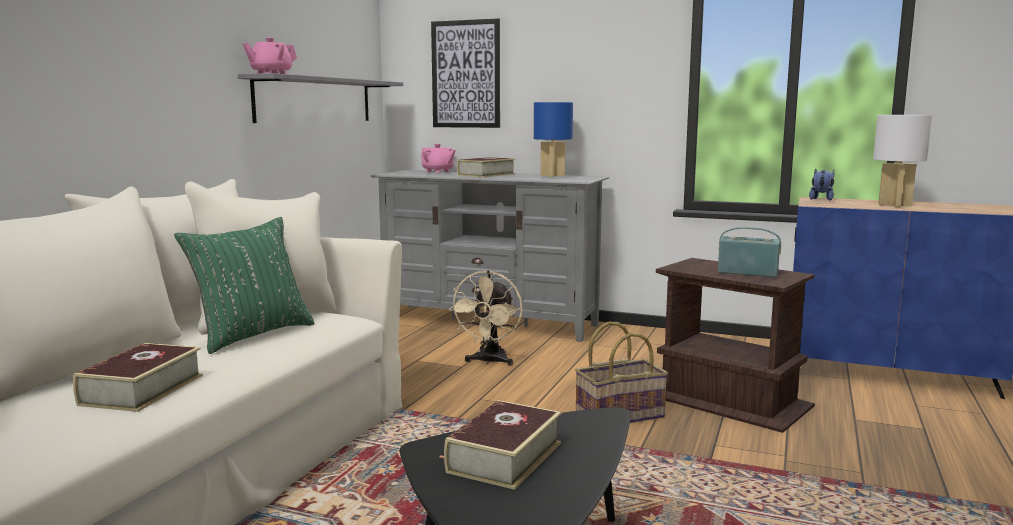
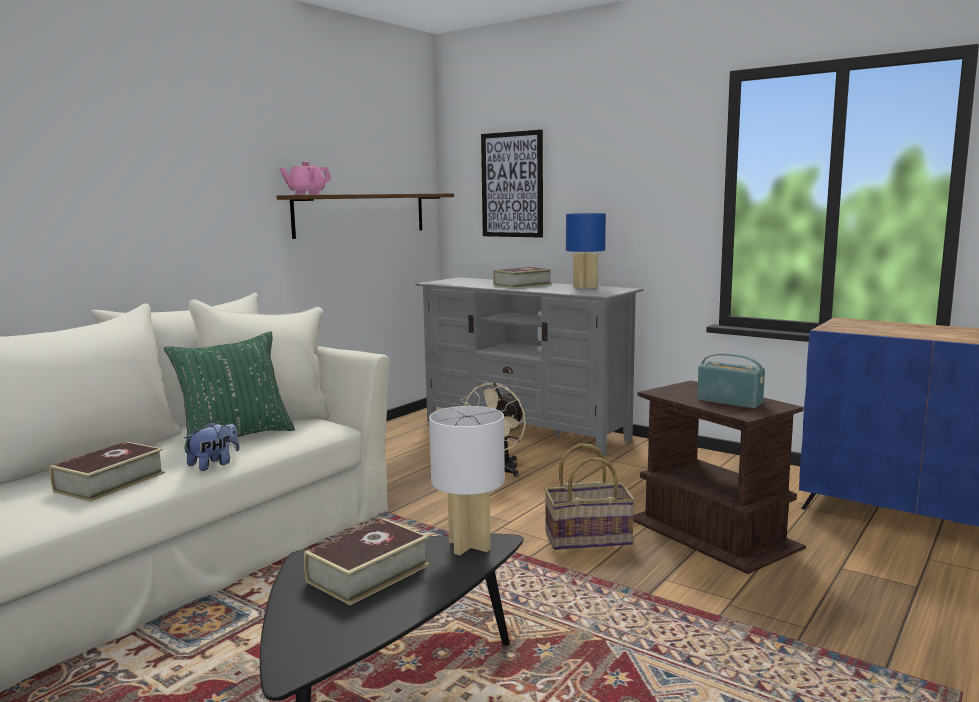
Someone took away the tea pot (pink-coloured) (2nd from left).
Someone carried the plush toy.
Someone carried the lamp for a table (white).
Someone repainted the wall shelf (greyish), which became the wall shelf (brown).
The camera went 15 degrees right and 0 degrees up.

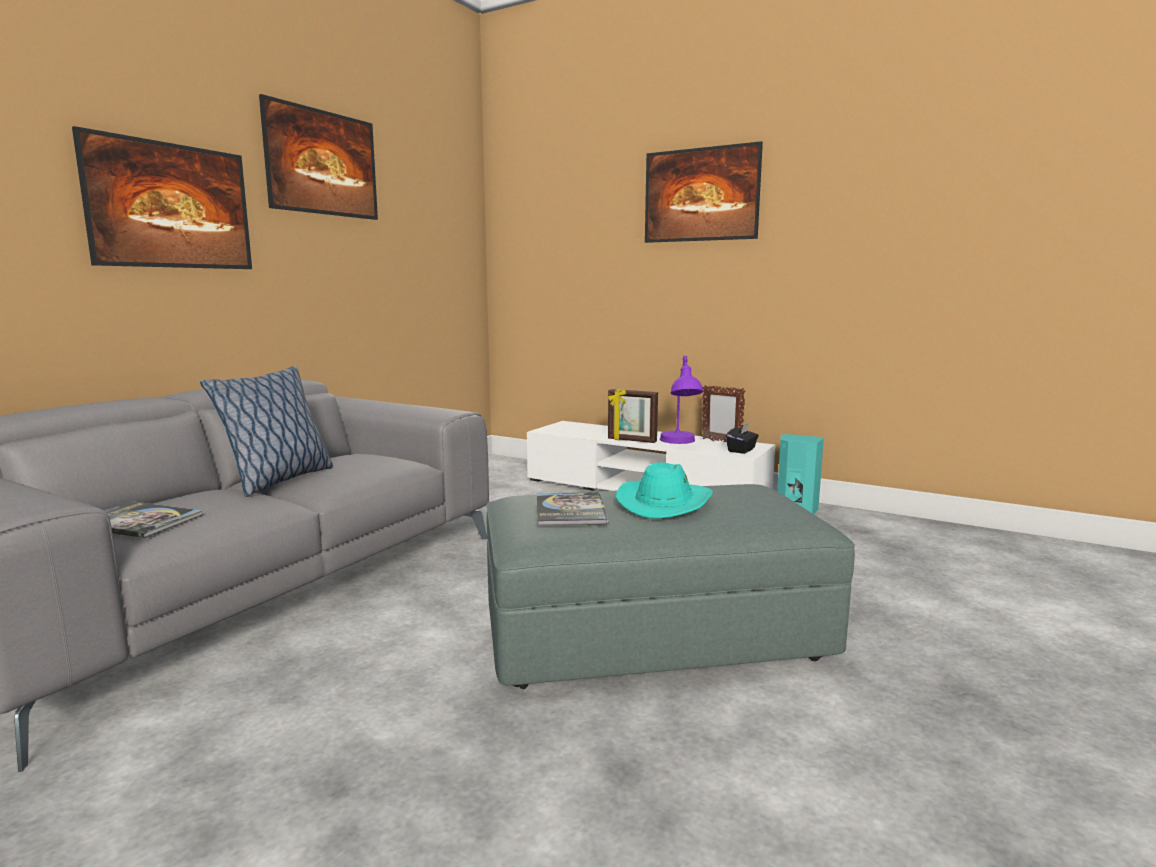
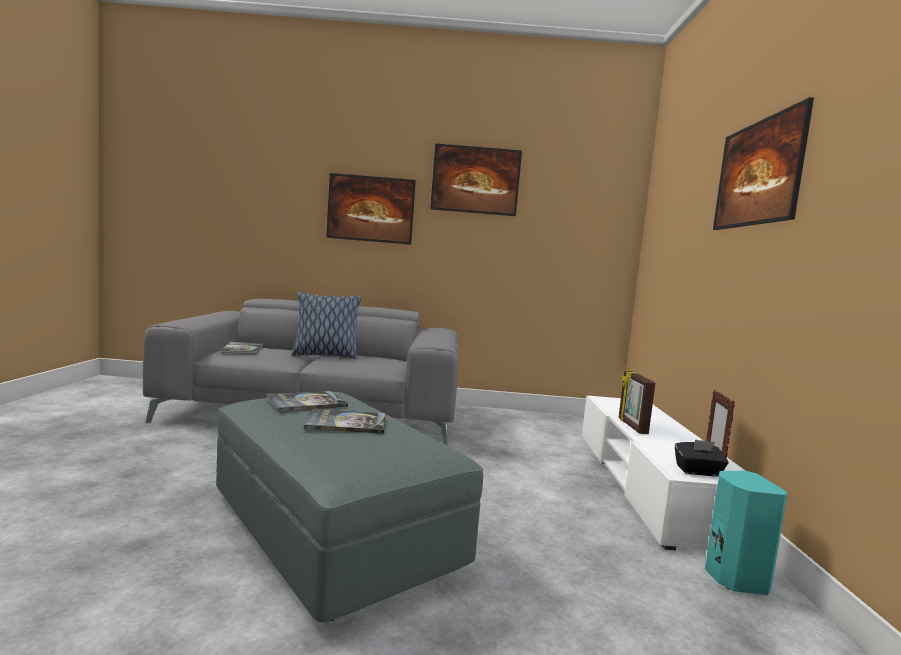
Someone took away the lamp for a table (purplish).
Someone swapped the wearable hat (turquoise-coloured) for the volume (3rd from left).
The camera went 60 degrees right and 5 degrees down.

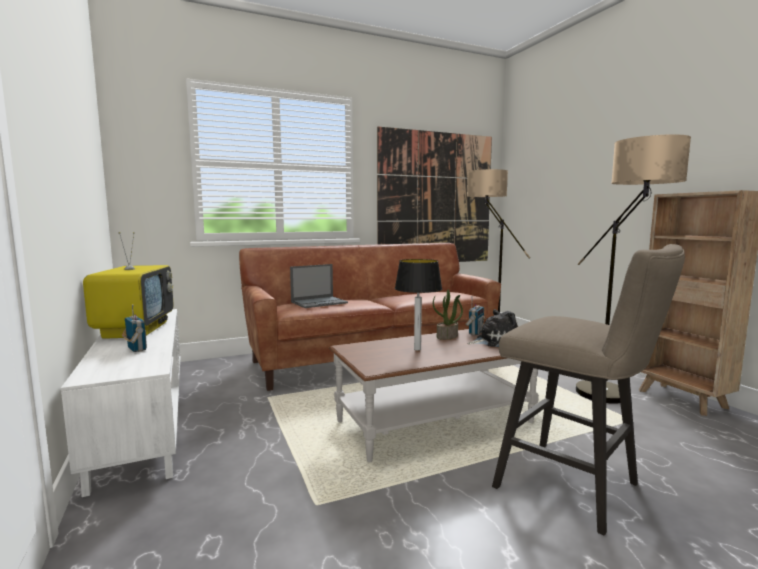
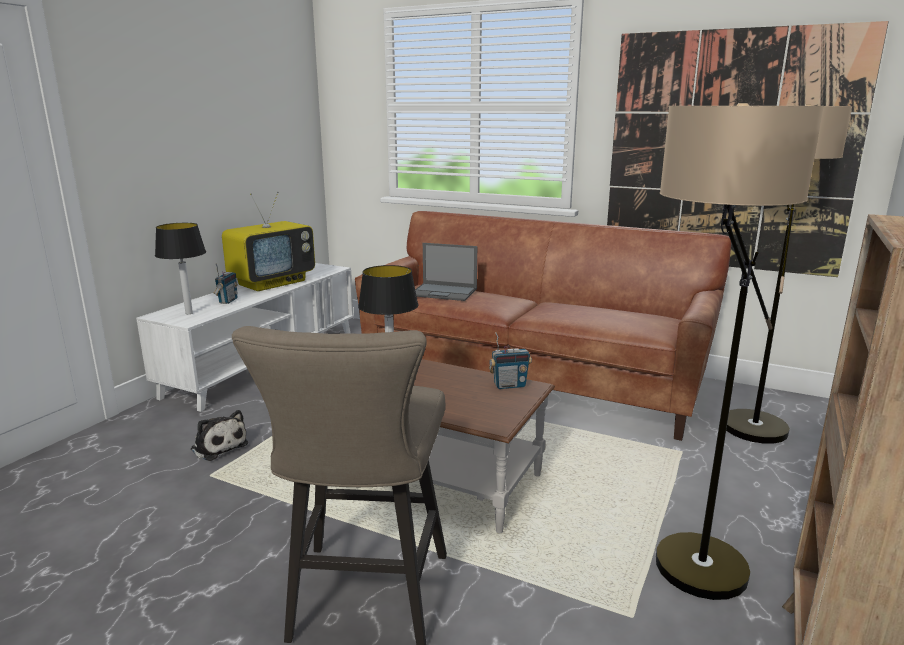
Someone took away the houseplant.
Someone put down the lamp for a table (1st from left).
Someone carried the plush toy.
The camera went 50 degrees right and 10 degrees up.

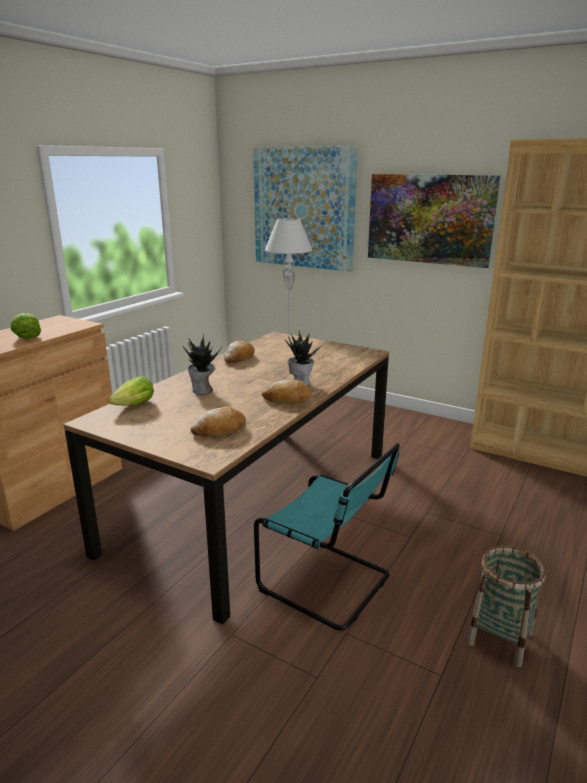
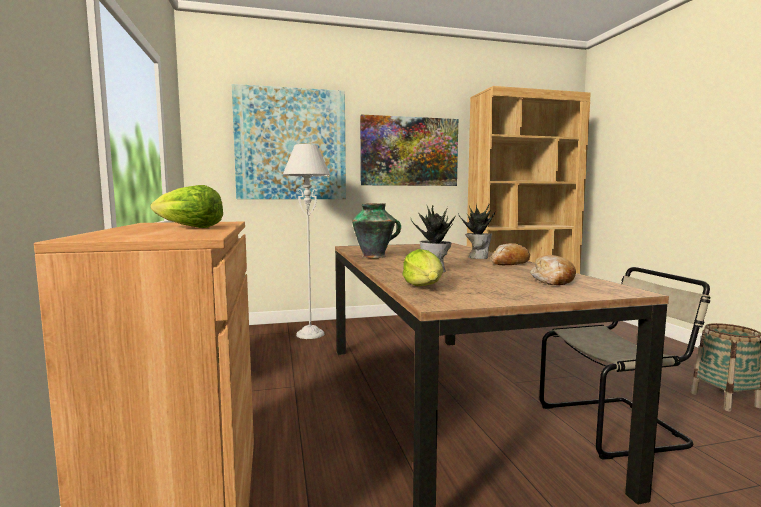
Someone swapped the bakery bread (2nd from left) for the vase.
Someone repainted the plain chair (turquoise-coloured), which became the plain chair (sand-coloured).
The camera went 45 degrees left and 15 degrees down.

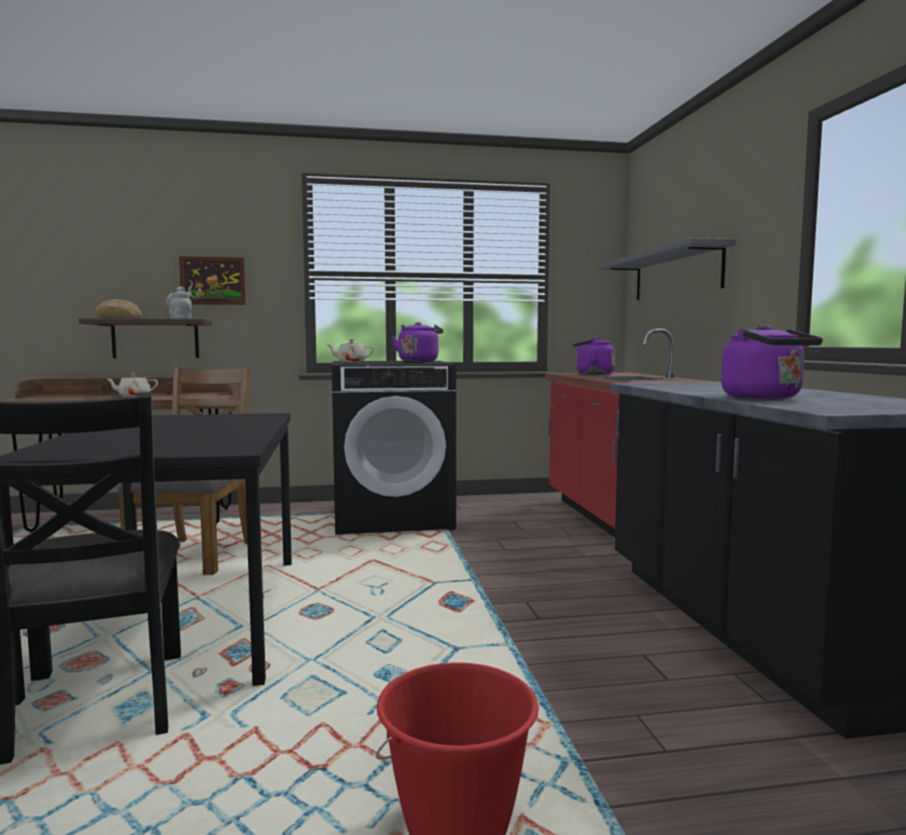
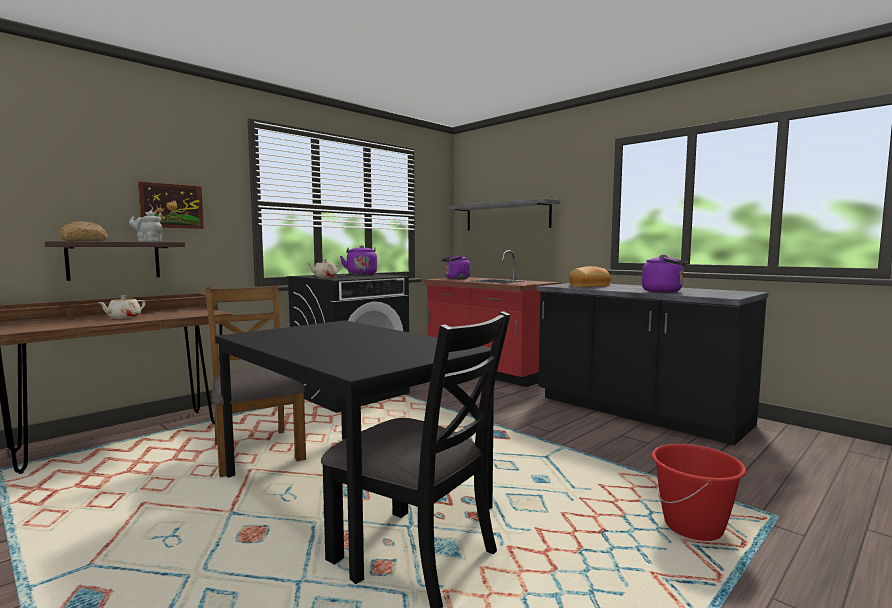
Someone put down the bakery bread (2nd from left).
The camera went 35 degrees left and 0 degrees up.

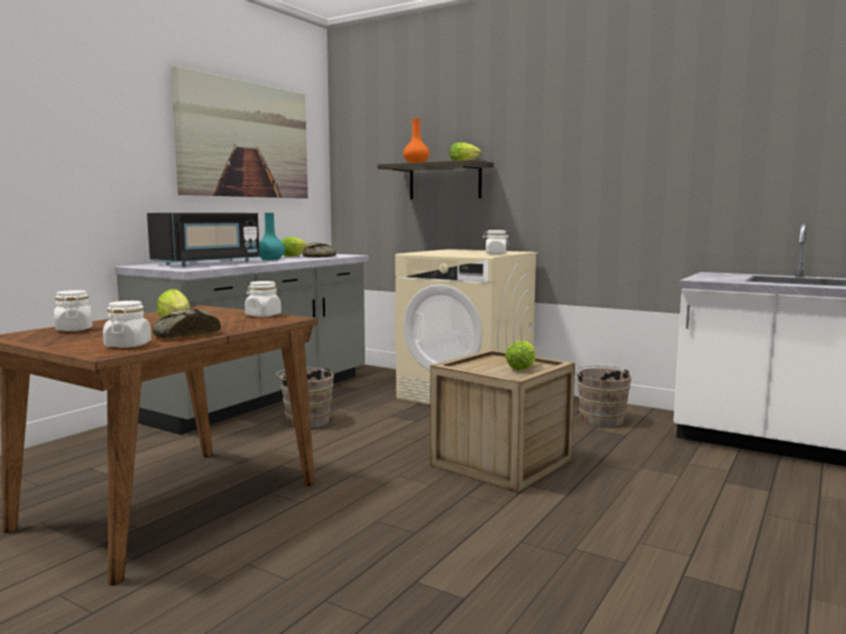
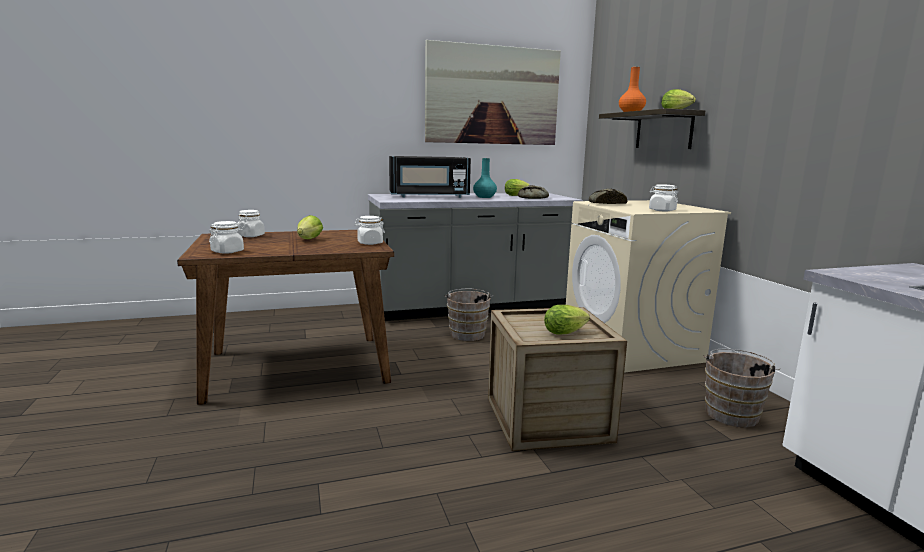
Someone carried the bakery bread (1st from left in the first image).
The camera went 40 degrees right and 5 degrees up.

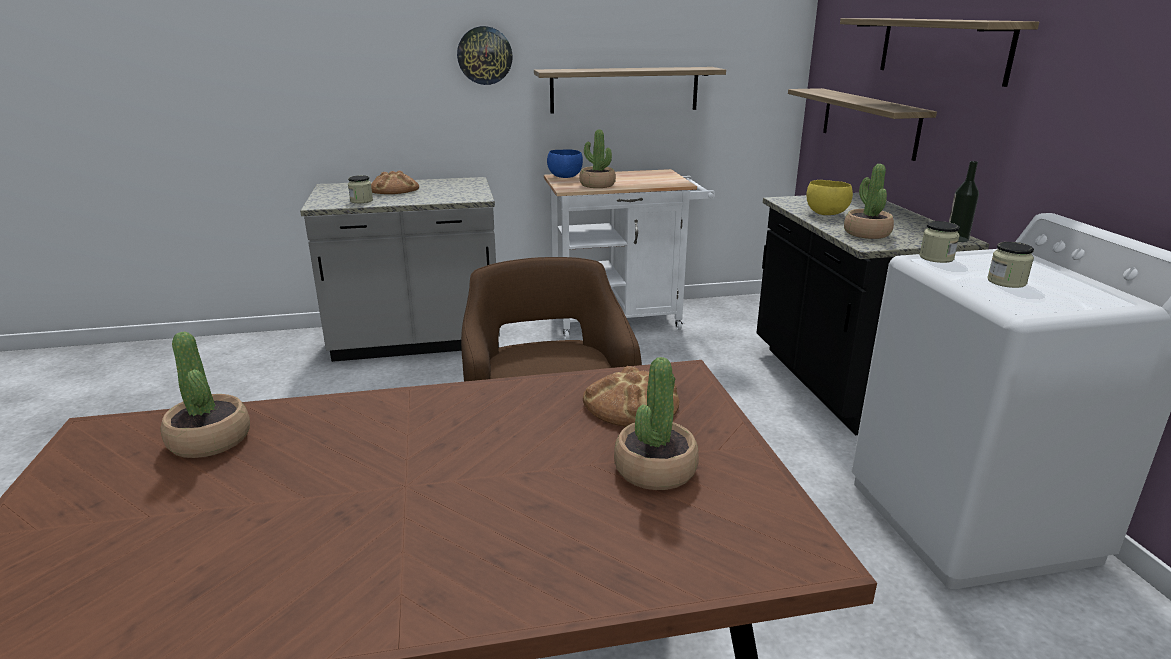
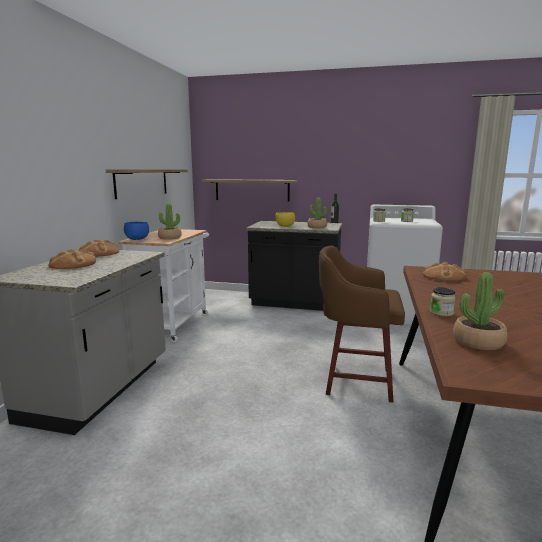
Someone took away the hanging clock.
Someone took away the houseplant (3rd from left).
Someone took away the wall shelf (3rd from left).
Someone put down the bakery bread (2nd from left).
Someone carried the storage jar (1st from left in the first image).
The camera went 65 degrees left and 10 degrees down.

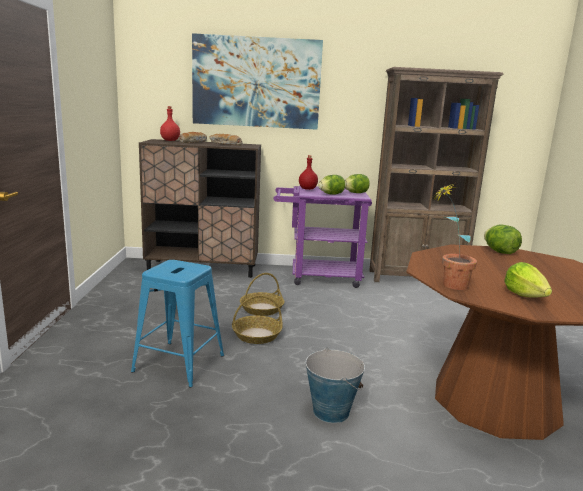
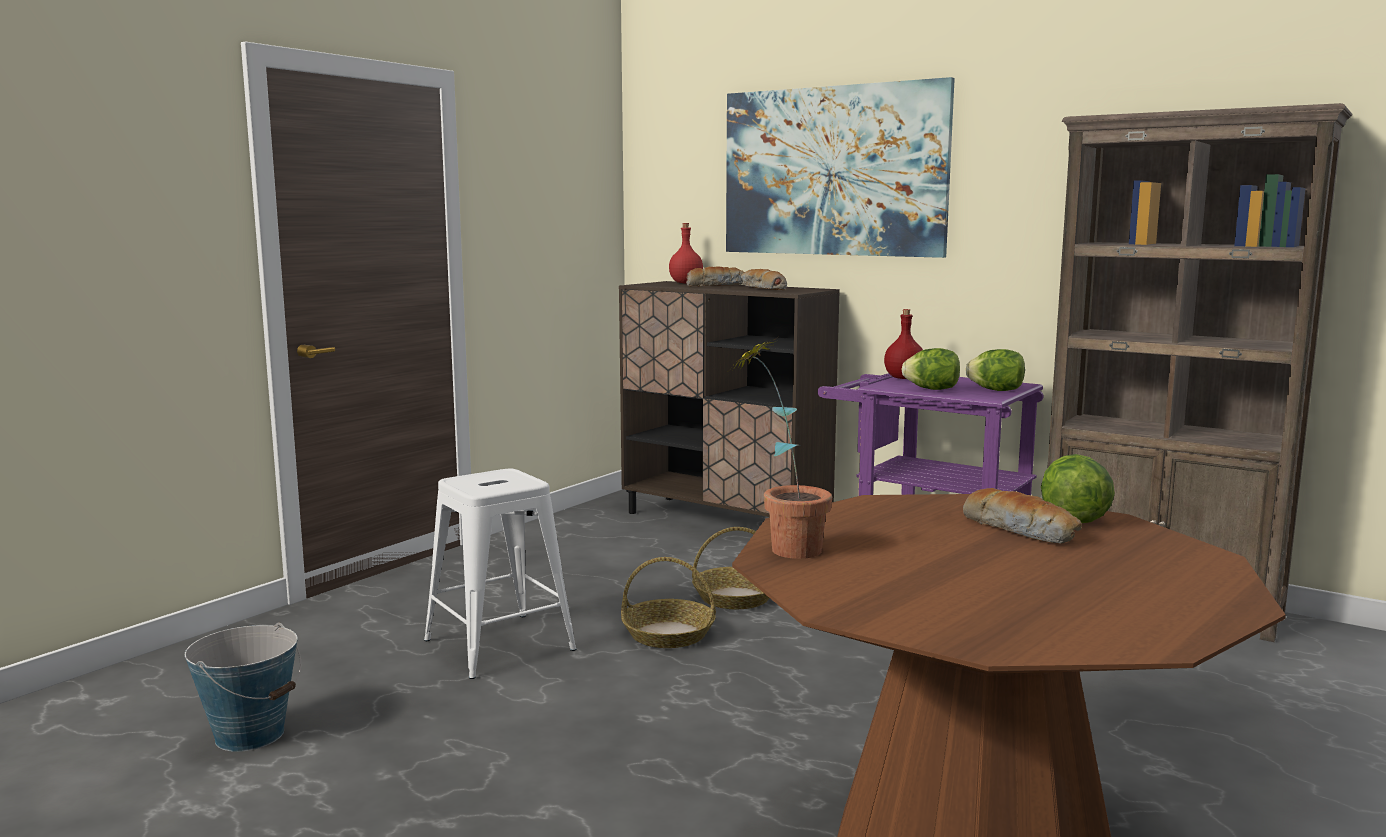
Someone took away the head of lettuce (4th from left).
Someone put down the bakery bread (3rd from left).
Someone carried the water bucket.
Someone repainted the sitting stool (bluish), which became the sitting stool (white).
The camera went 35 degrees right and 5 degrees down.

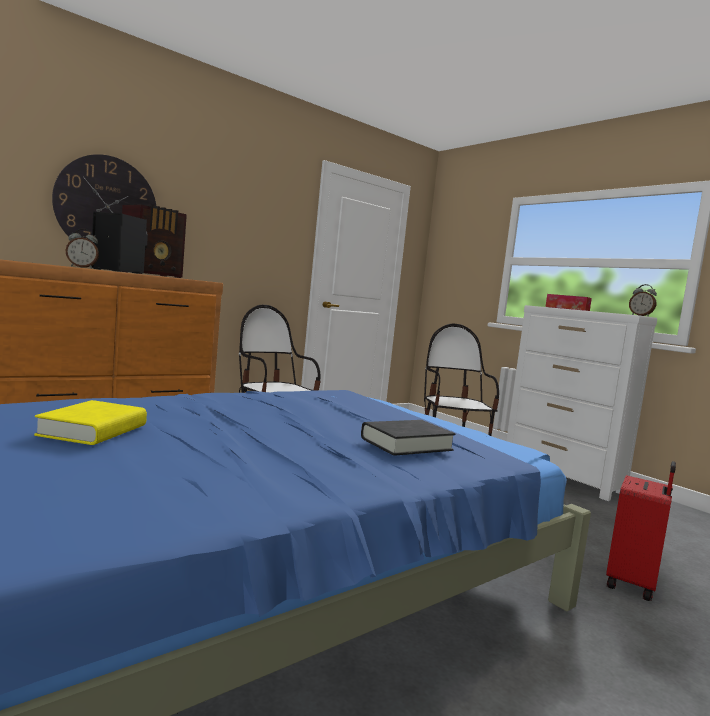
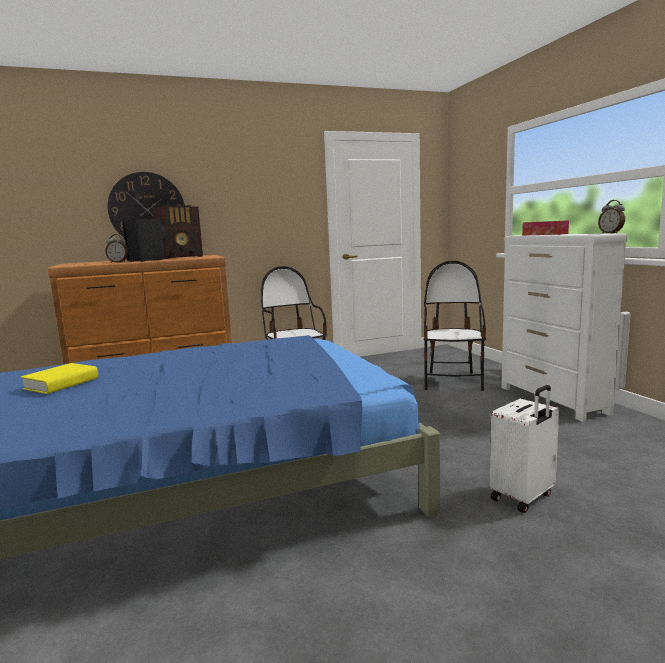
Someone took away the volume (blackish).
Someone repainted the travel case (red), which became the travel case (white).
The camera went 20 degrees right and 5 degrees up.

